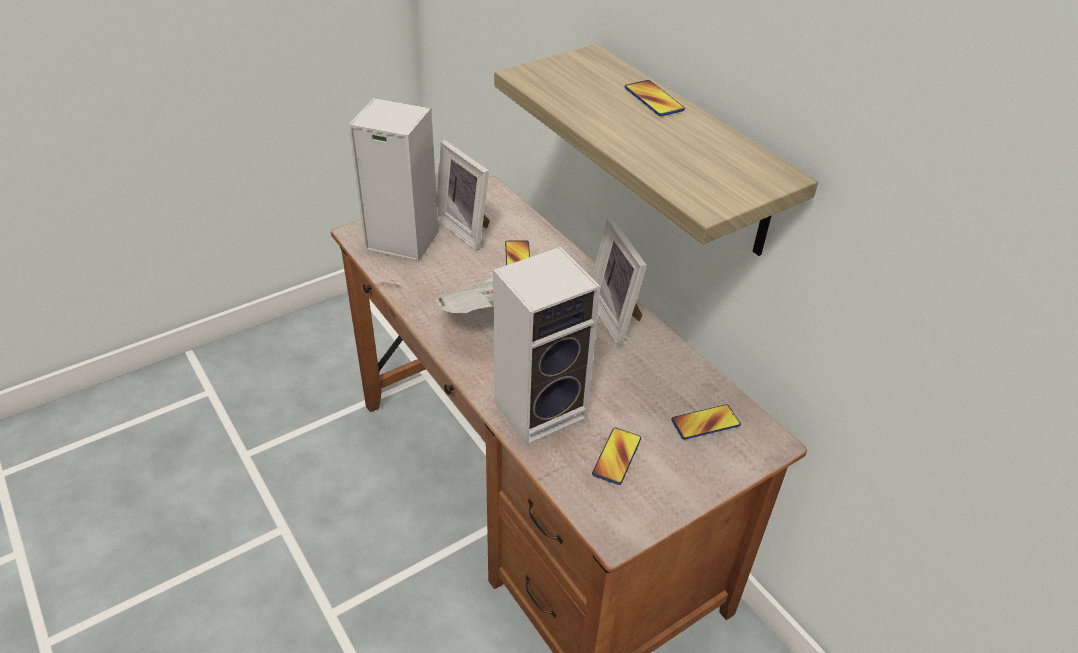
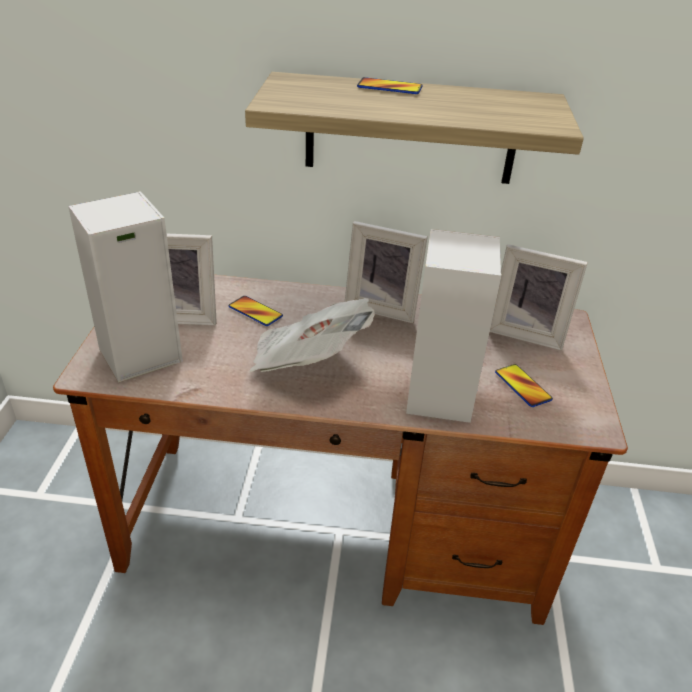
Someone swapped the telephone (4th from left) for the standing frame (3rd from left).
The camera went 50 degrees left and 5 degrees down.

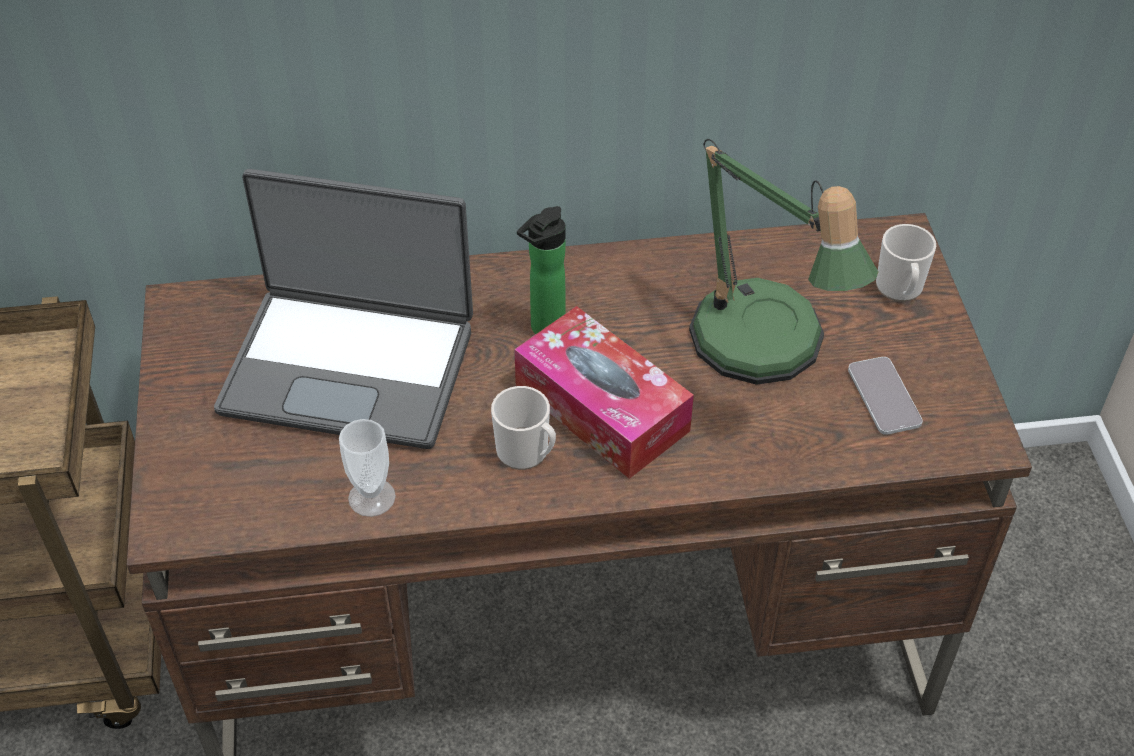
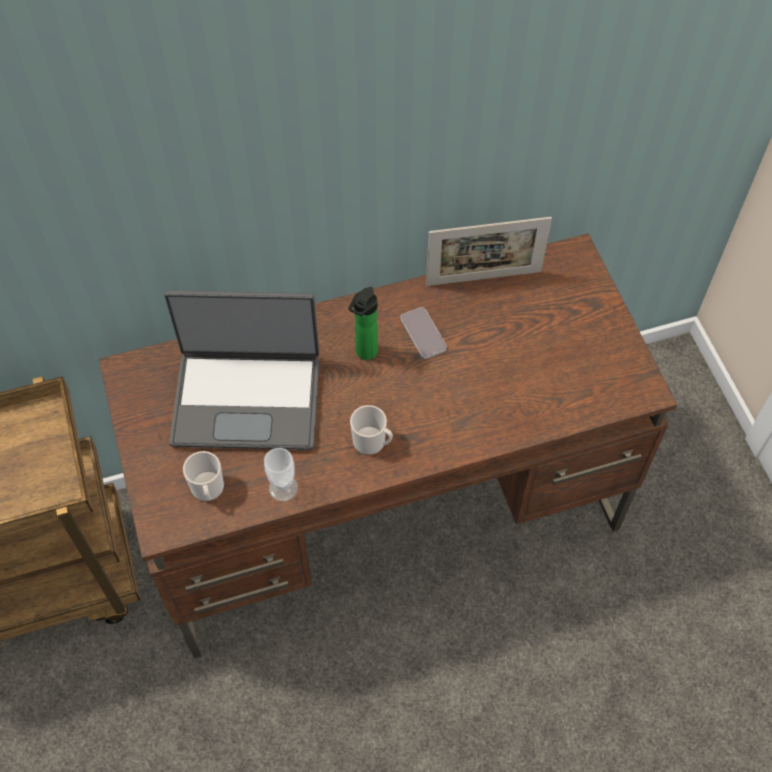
Someone took away the box of tissues.
Someone took away the lamp for a table.
Someone put down the standing frame.
Someone carried the telephone.
Someone carried the tea mug (2nd from left in the first image).
The camera went 10 degrees left and 10 degrees up.

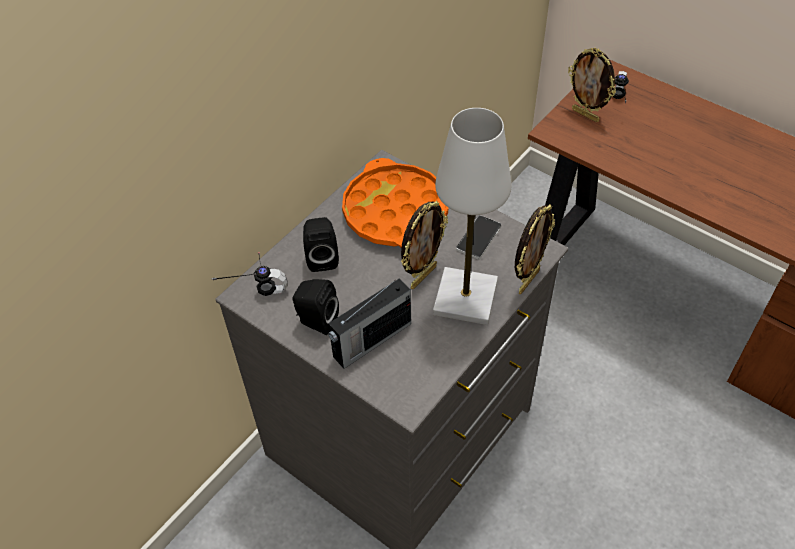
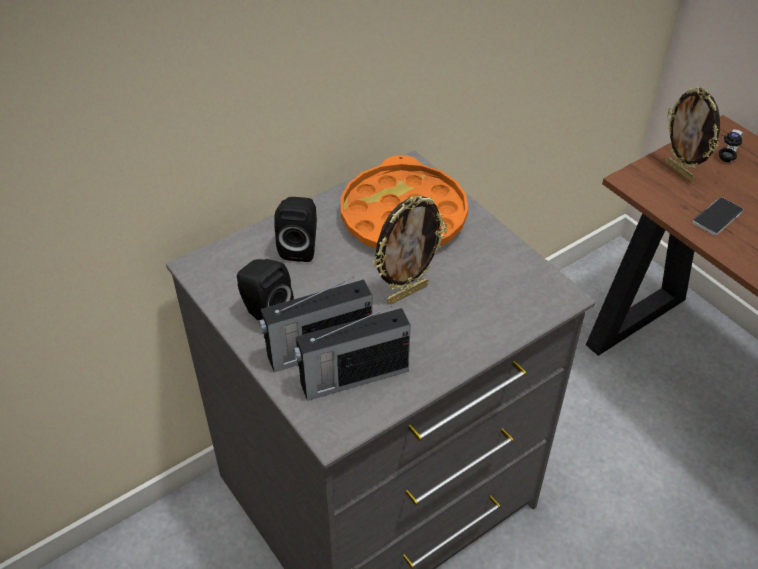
Someone took away the headset (1st from left).
Someone took away the lamp for a table (white).
Someone took away the standing frame (2nd from left).
Someone put down the radio receiver (2nd from left).
Someone carried the telephone.
The camera went 15 degrees right and 5 degrees down.

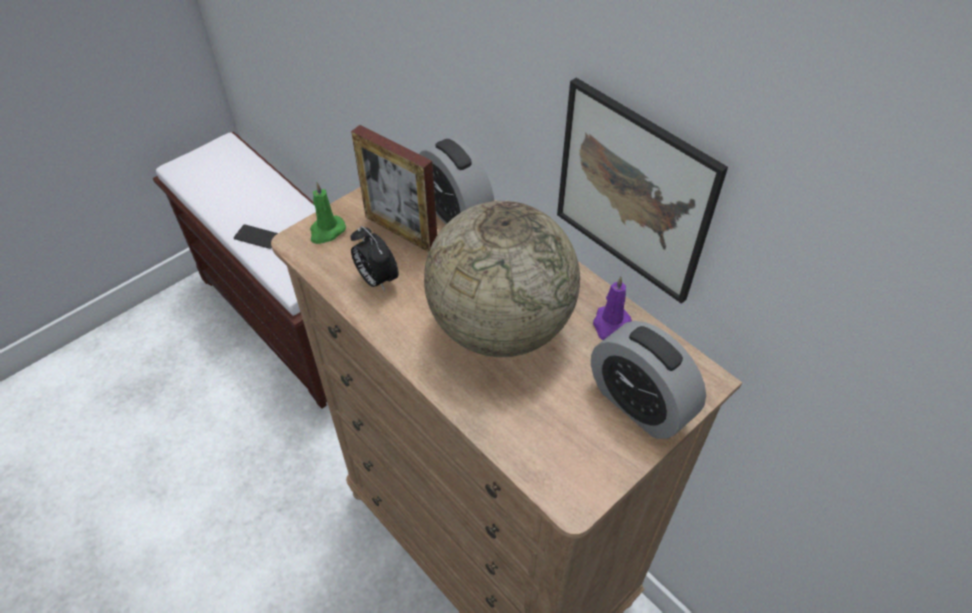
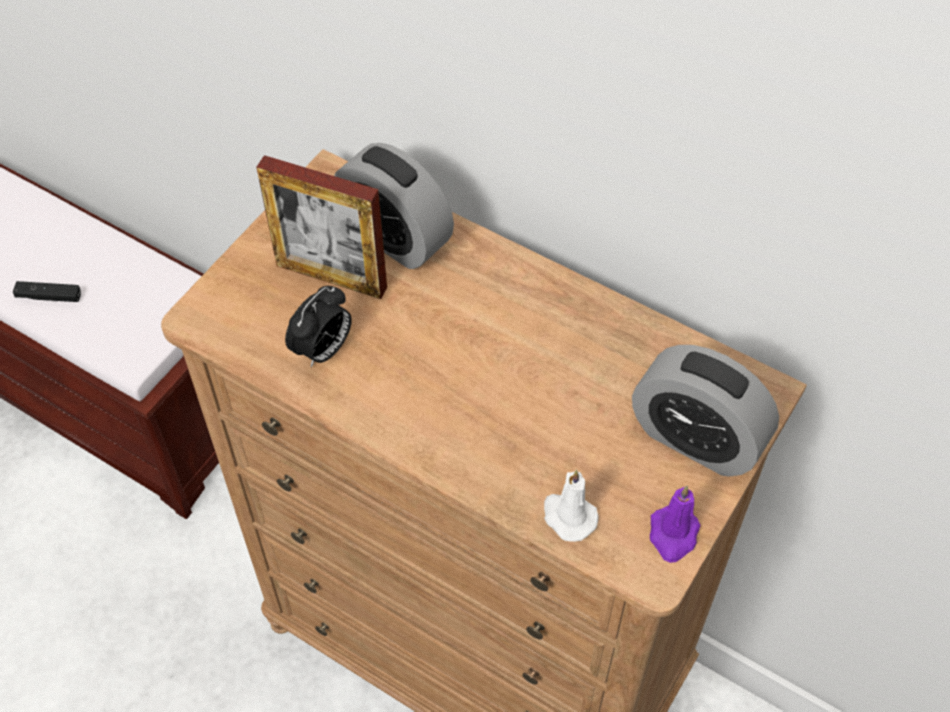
Someone took away the candle (green).
Someone took away the globe.
Someone took away the picture.
Someone put down the candle (white).
Someone carried the candle (purplish).
Someone swapped the telephone for the game controller (blackish).
Someone rotated the alarm clock (1st from left) by 90 degrees counterclockwise.
The camera went 15 degrees left and 5 degrees up.

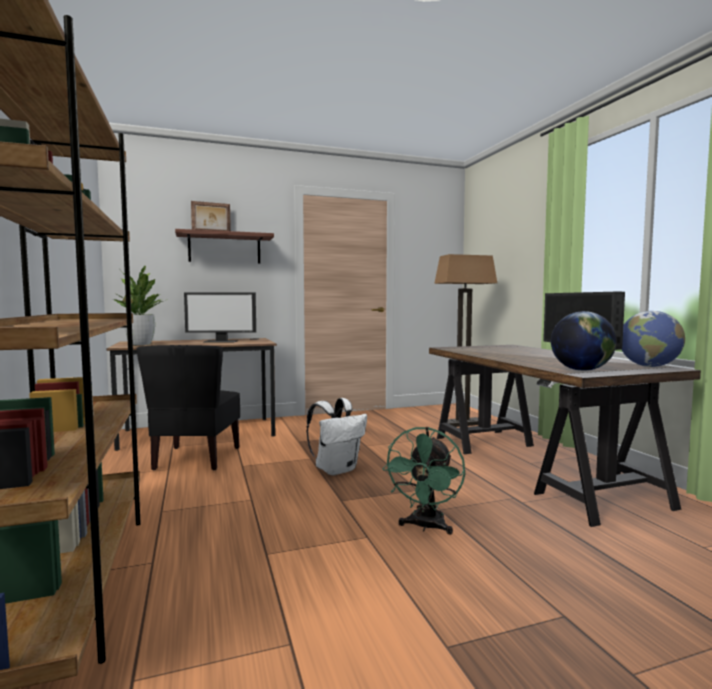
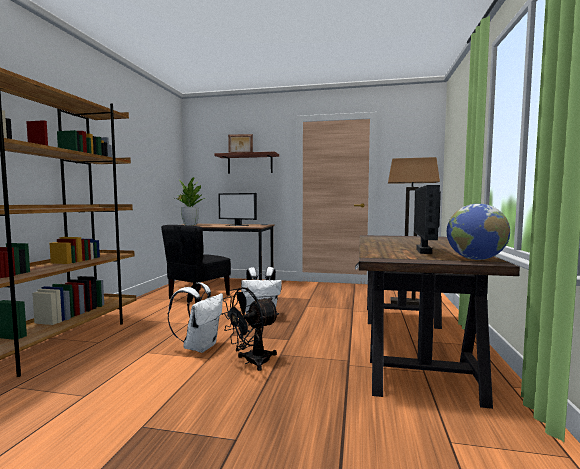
Someone took away the globe (1st from left).
Someone put down the rucksack (white) (1st from left).
Someone repainted the cooling fan (green), which became the cooling fan (blackish).
The camera went 30 degrees right and 0 degrees up.

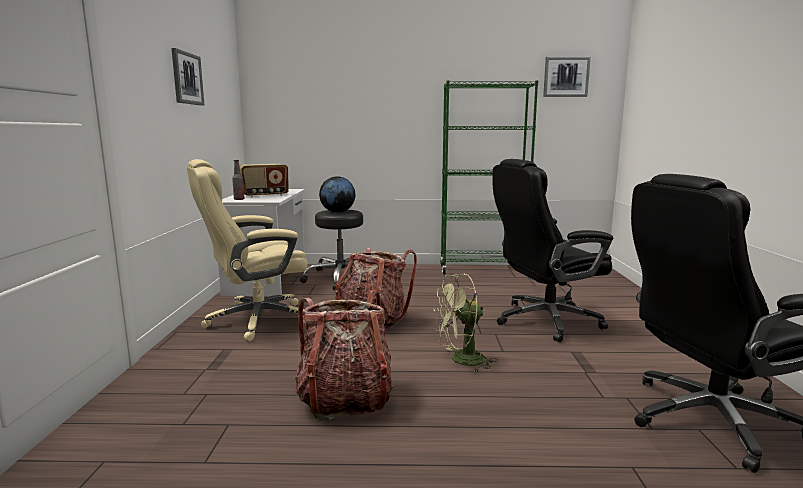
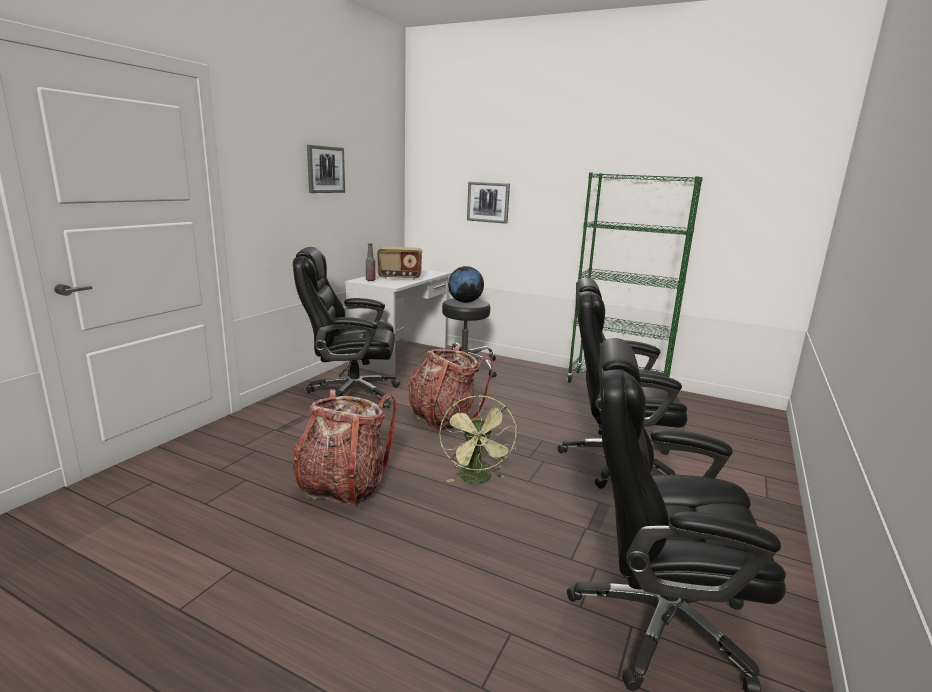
Someone carried the picture (2nd from left).
Someone repainted the office chair (sand-coloured), which became the office chair (blackish) (1st from left).
Someone rotated the cooling fan (green) by 105 degrees counterclockwise.
The camera went 25 degrees right and 5 degrees up.

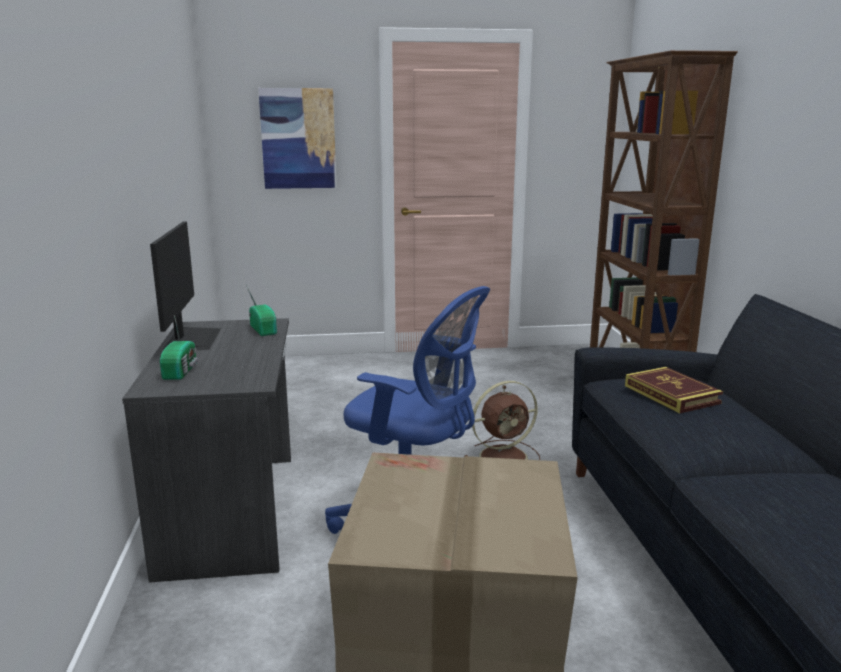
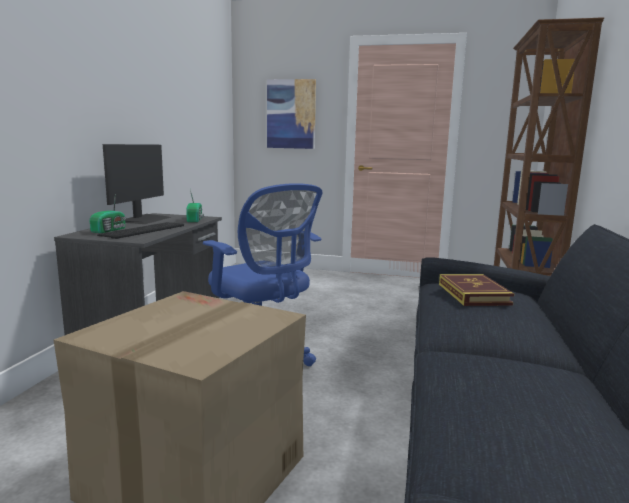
Someone took away the cooling fan (brown).
Someone put down the PC keyboard.
The camera went 20 degrees right and 5 degrees down.

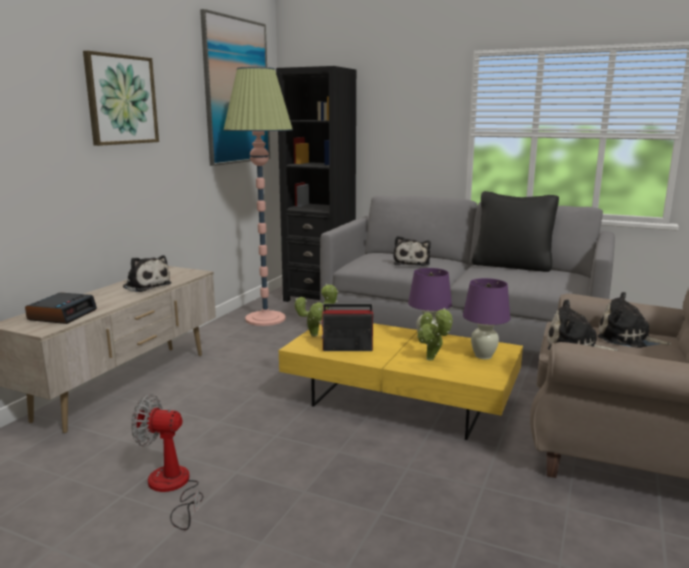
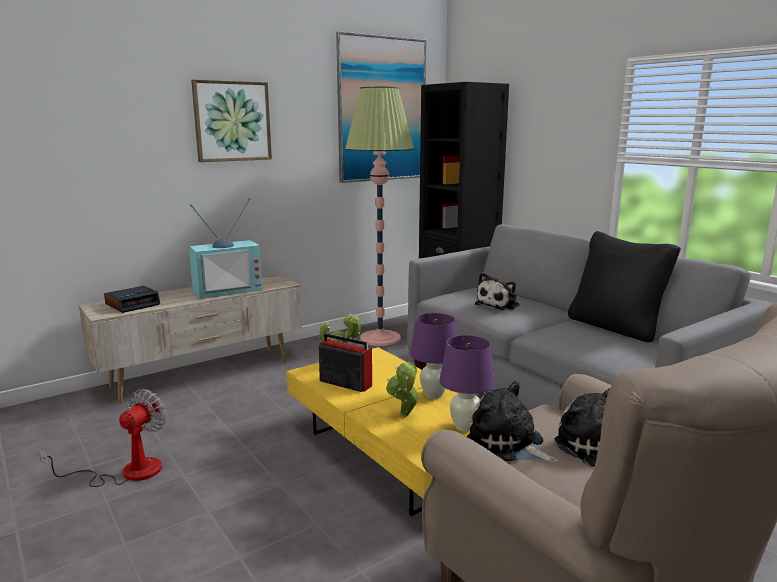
Someone swapped the plush toy (1st from left) for the television.
Someone rotated the cooling fan by 75 degrees clockwise.
The camera went 30 degrees right and 0 degrees up.

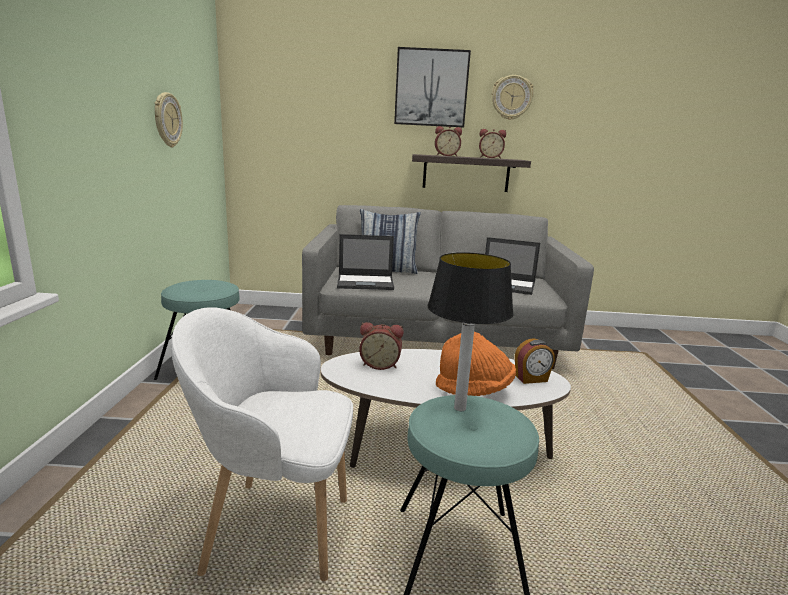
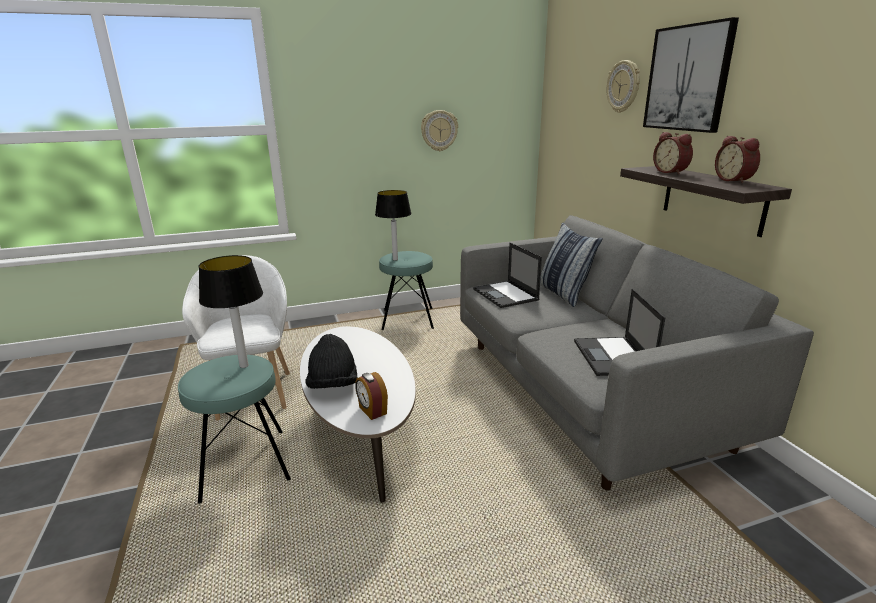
Someone took away the alarm clock (1st from left).
Someone put down the lamp for a table (2nd from left).
Someone carried the hanging clock (2nd from left).
Someone repainted the wearable hat (orange), which became the wearable hat (blackish).
The camera went 70 degrees right and 5 degrees up.

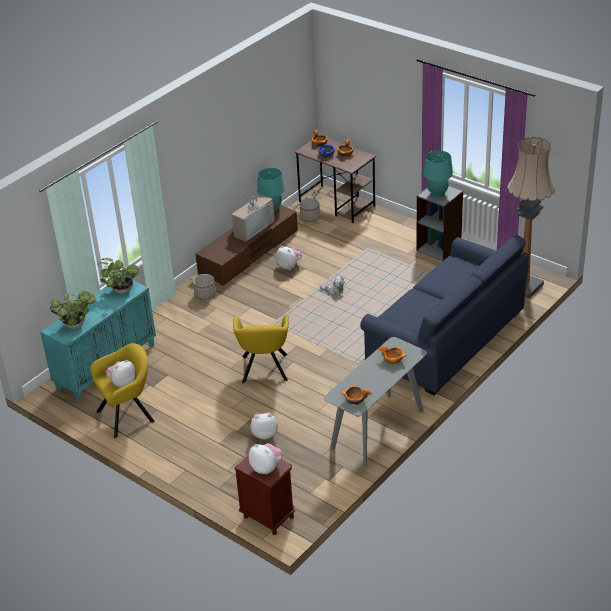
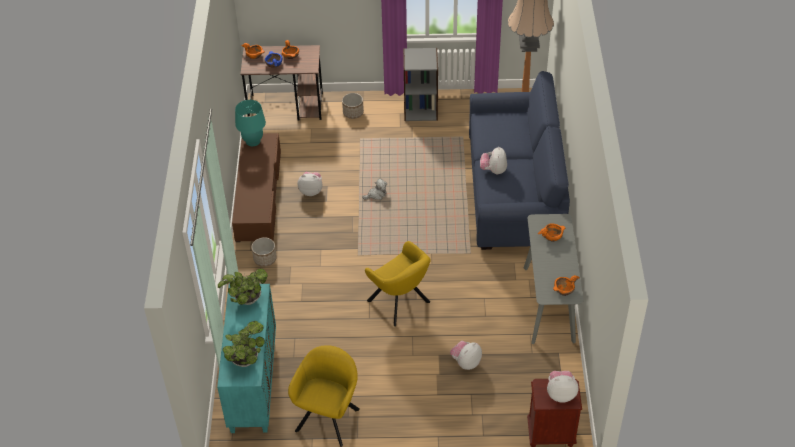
Someone took away the television.
Someone took away the lamp for a table (turquoise-coloured) (2nd from left).
Someone carried the plush toy (1st from left in the first image).
Someone carried the flower pot (2nd from left).
The camera went 40 degrees left and 10 degrees up.

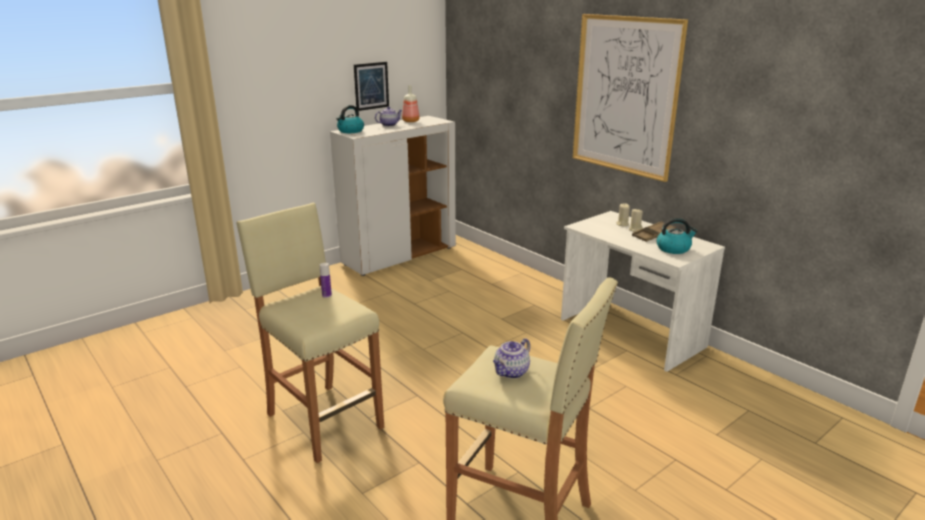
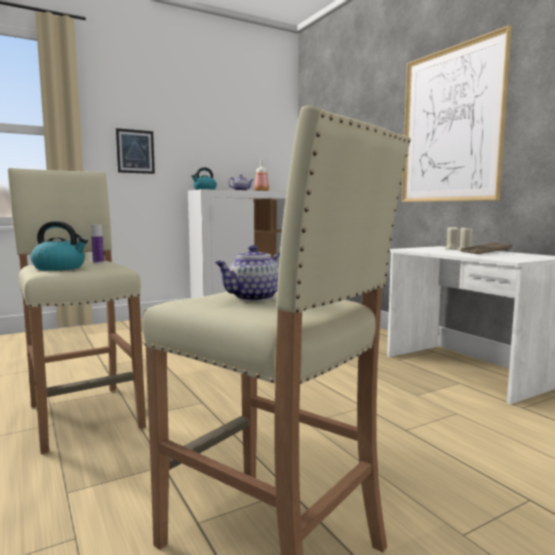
Someone carried the picture (1st from left).
Someone carried the tea kettle (2nd from left in the first image).
The camera went 10 degrees right and 15 degrees down.

